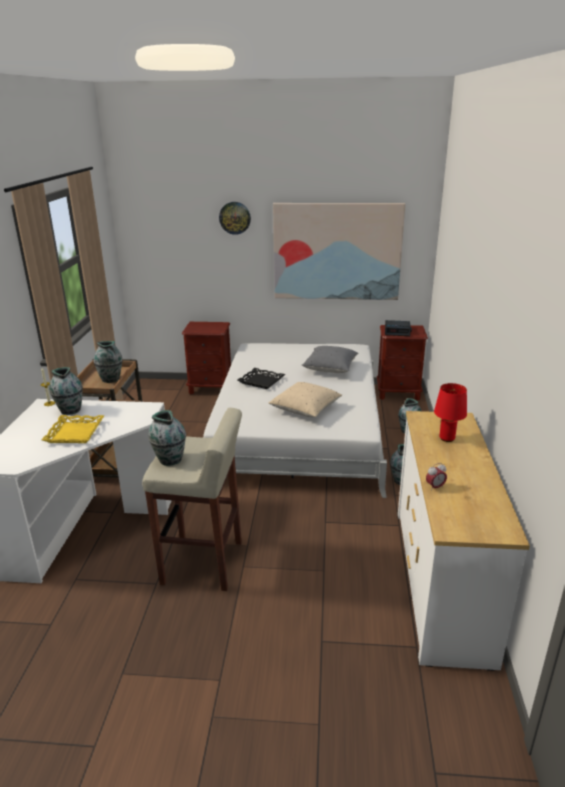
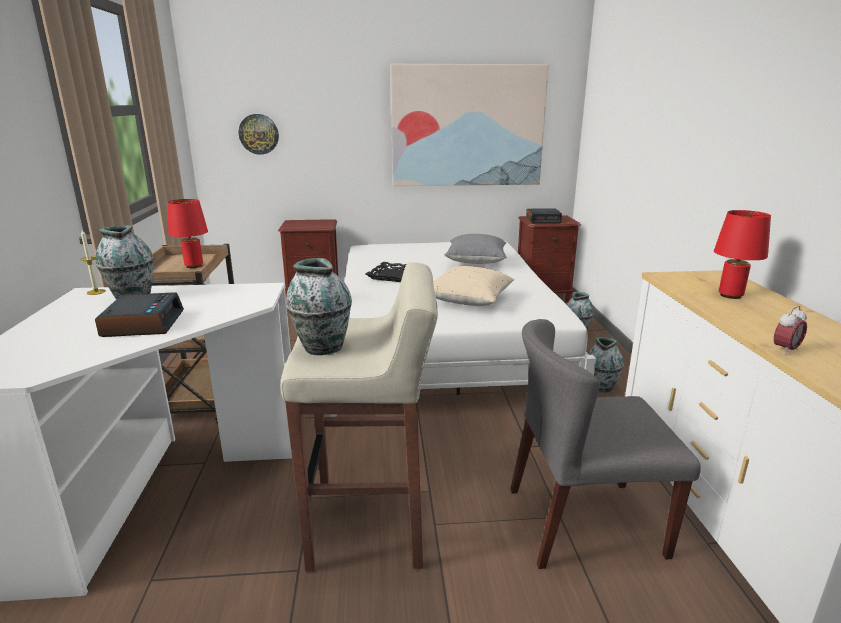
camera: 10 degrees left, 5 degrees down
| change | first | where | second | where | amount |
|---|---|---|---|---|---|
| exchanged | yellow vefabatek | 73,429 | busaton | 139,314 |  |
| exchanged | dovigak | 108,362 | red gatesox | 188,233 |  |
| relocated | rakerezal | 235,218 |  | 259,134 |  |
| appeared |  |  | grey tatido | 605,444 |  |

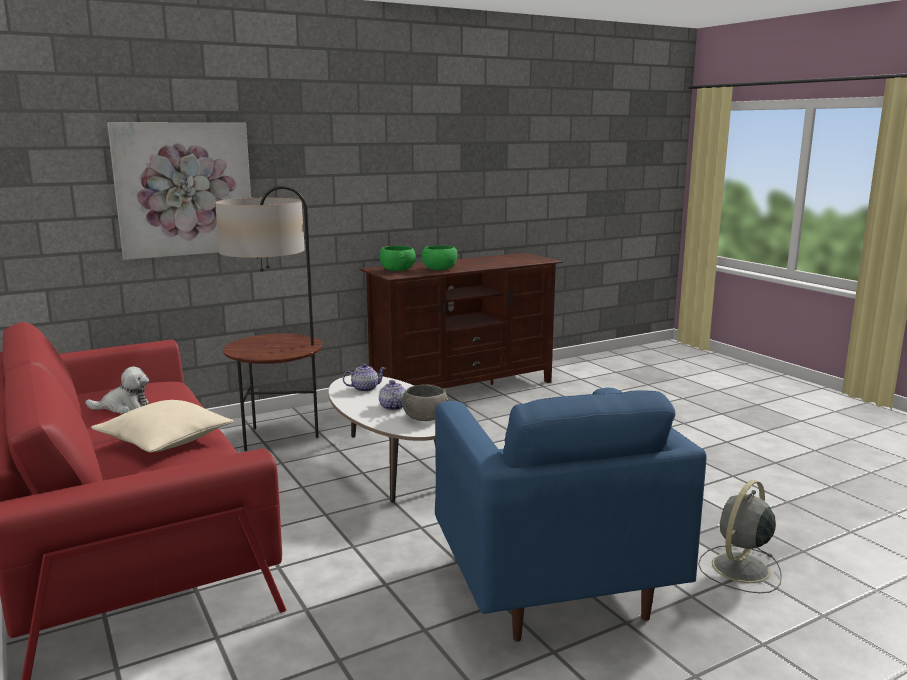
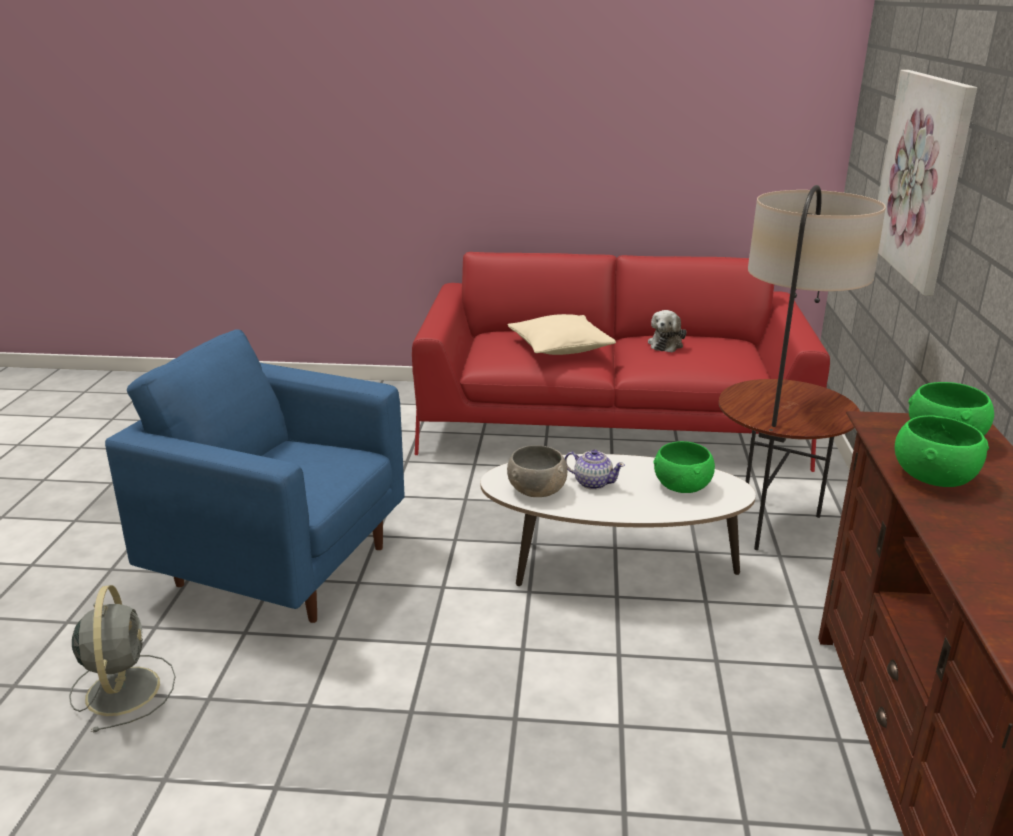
camera: 125 degrees right, 10 degrees up
| change | first | where | second | where | amount |
|---|---|---|---|---|---|
| exchanged | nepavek | 364,378 | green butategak | 684,467 |  |

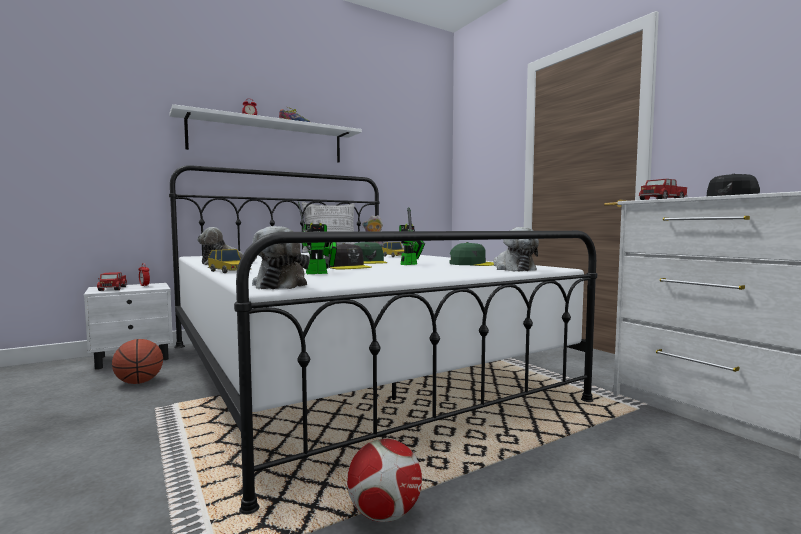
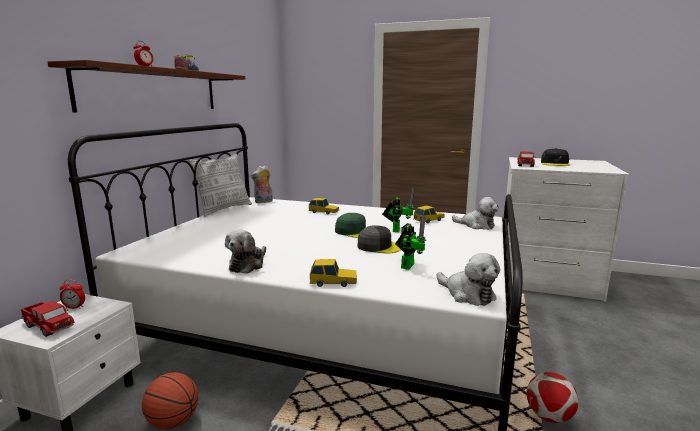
camera: 40 degrees left, 10 degrees up
| change | first | where | second | where | amount |
|---|---|---|---|---|---|
| colour | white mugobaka | 266,133 | brown mugobaka | 146,86 |  |
| exchanged | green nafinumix | 472,254 | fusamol | 429,214 |  |

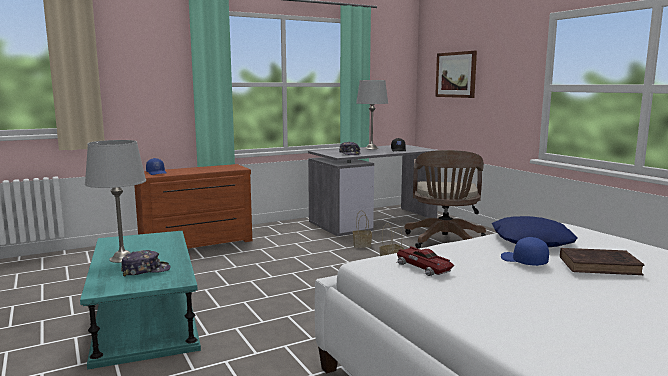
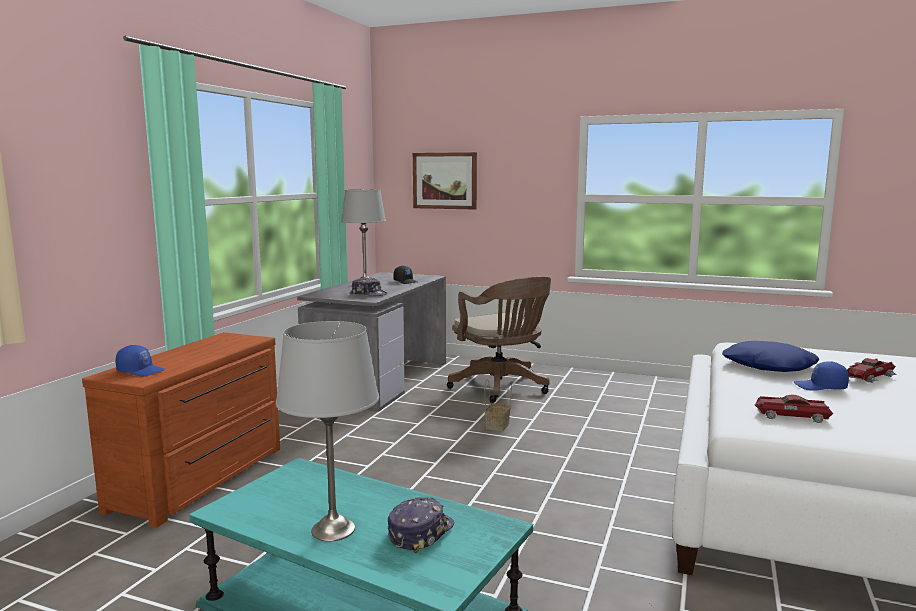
camera: 40 degrees left, 0 degrees up
| change | first | where | second | where | amount |
|---|---|---|---|---|---|
| exchanged | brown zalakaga | 602,261 | fusamol | 872,370 |  |
| missing | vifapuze | 362,229 |  |  |  |

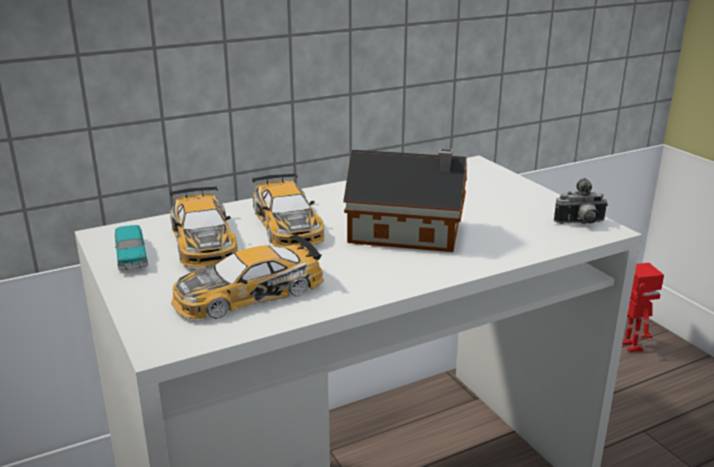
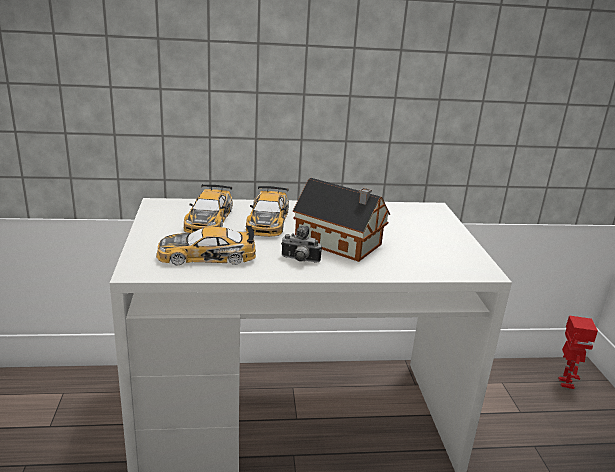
camera: 20 degrees right, 0 degrees up
| change | first | where | second | where | amount |
|---|---|---|---|---|---|
| relocated | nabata | 581,201 |  | 301,244 |  |
| missing | fusamol | 131,248 |  |  |  |

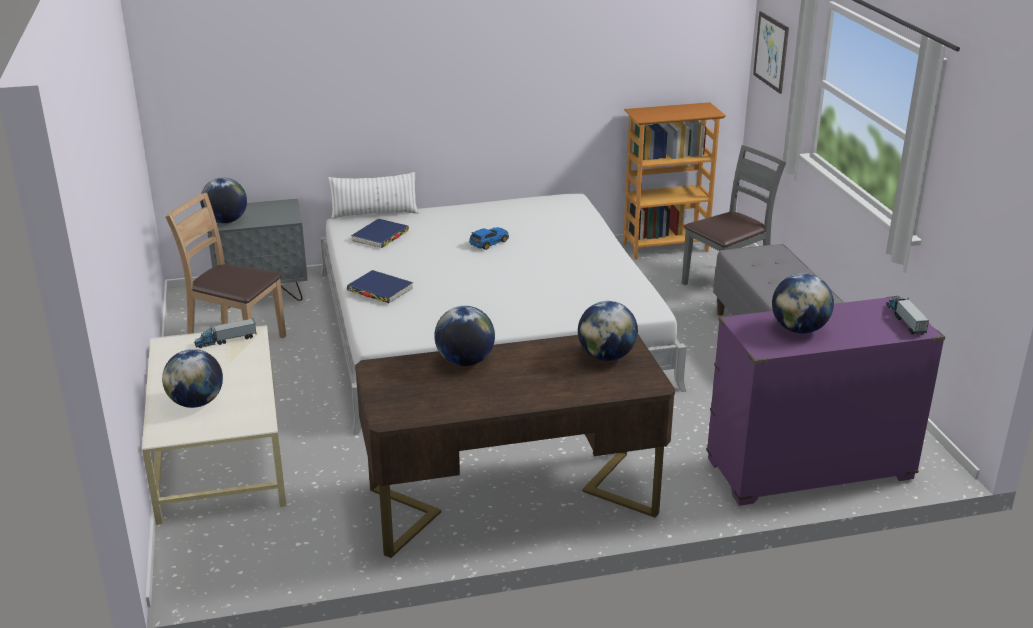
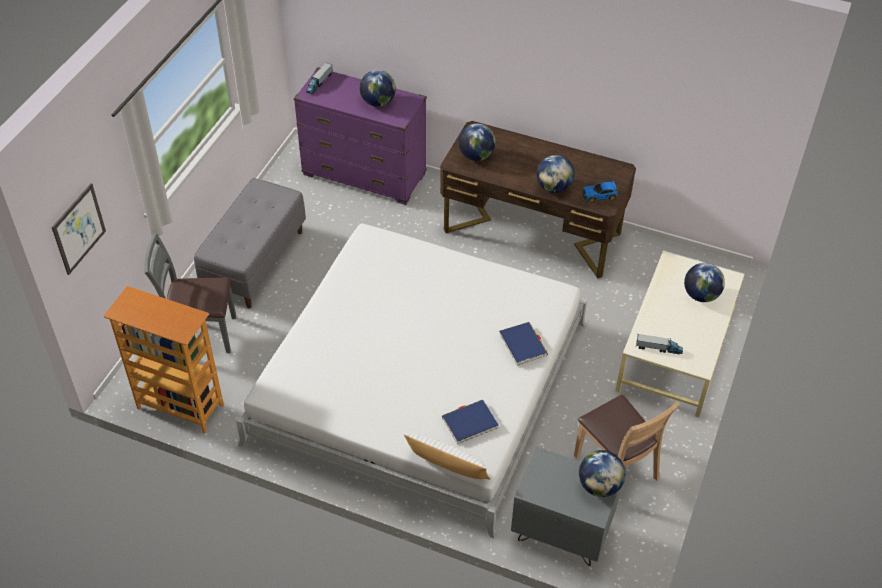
camera: 145 degrees left, 20 degrees up
| change | first | where | second | where | amount |
|---|---|---|---|---|---|
| relocated | fusamol | 489,238 |  | 600,191 |  |

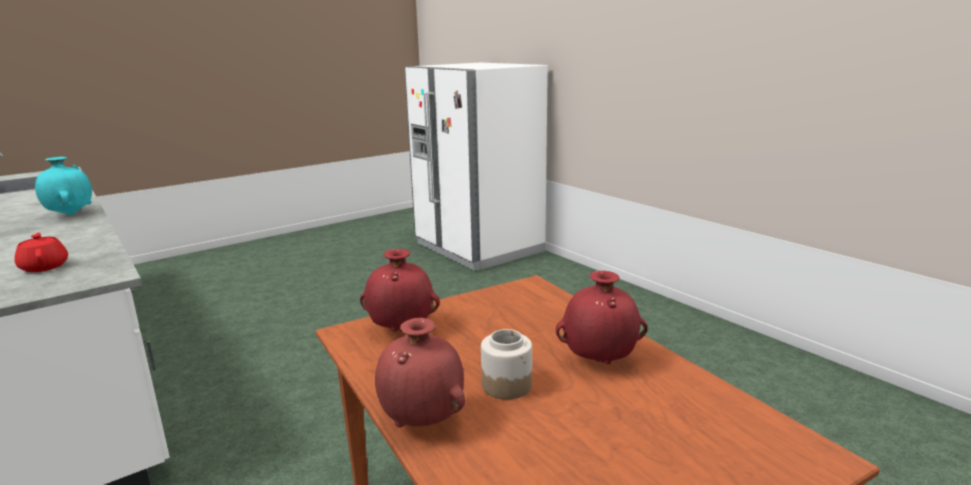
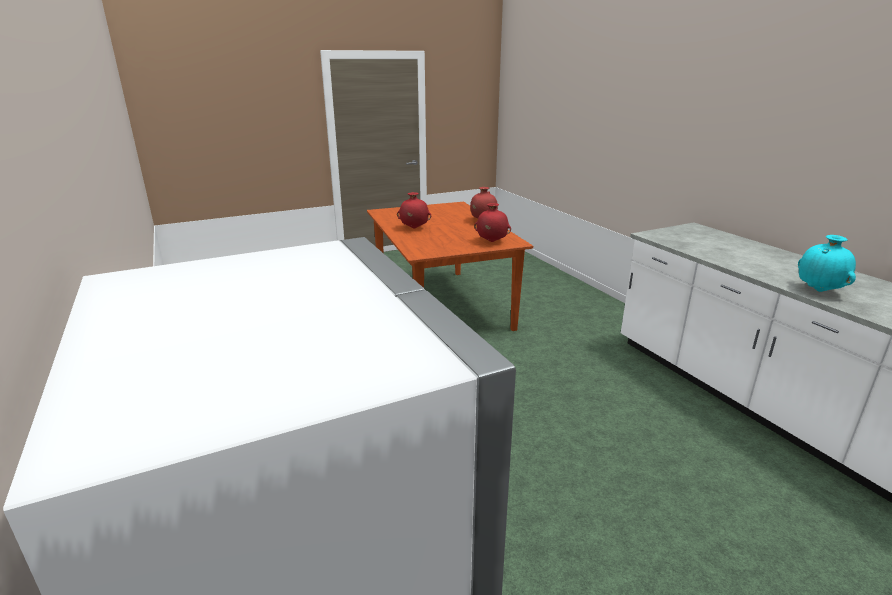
camera: 170 degrees left, 5 degrees up
| change | first | where | second | where | amount |
|---|---|---|---|---|---|
| missing | red nepavek | 41,252 |  |  |  |
| missing | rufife | 506,364 |  |  |  |

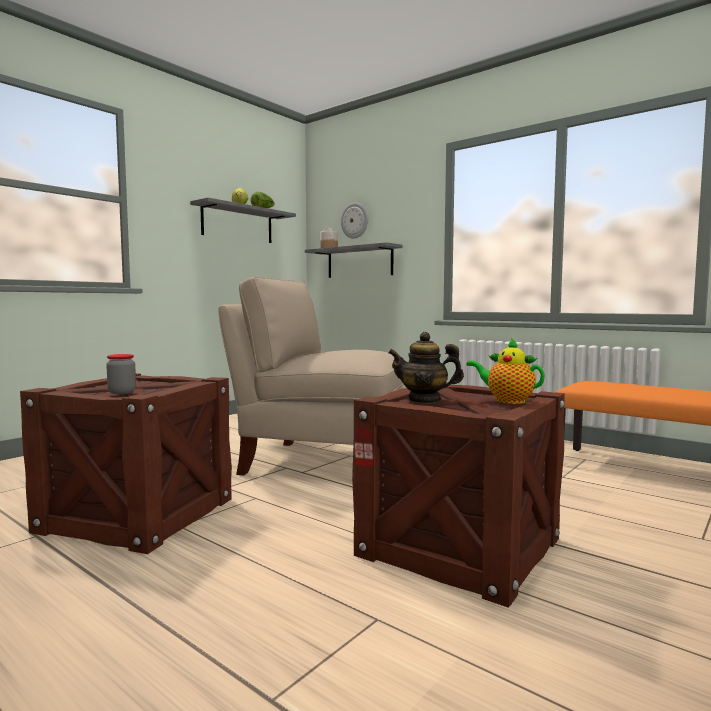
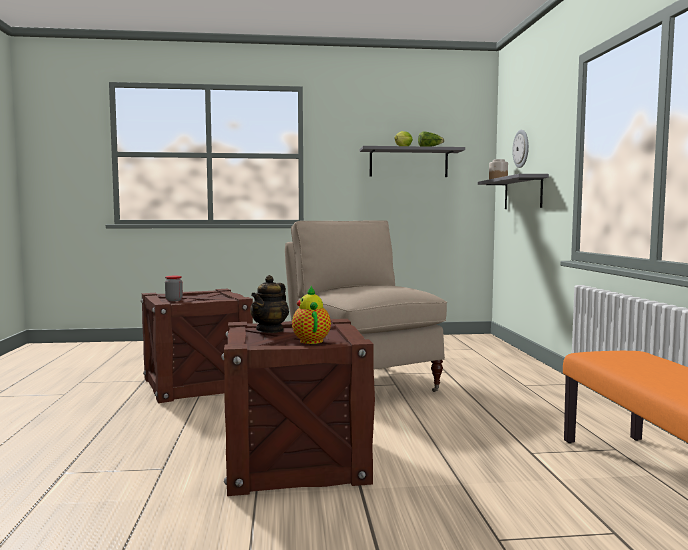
camera: 45 degrees right, 0 degrees up
| change | first | where | second | where | amount |
|---|---|---|---|---|---|
| spun | nepavek | 426,367 |  | 269,304 | 120 degrees counterclockwise |

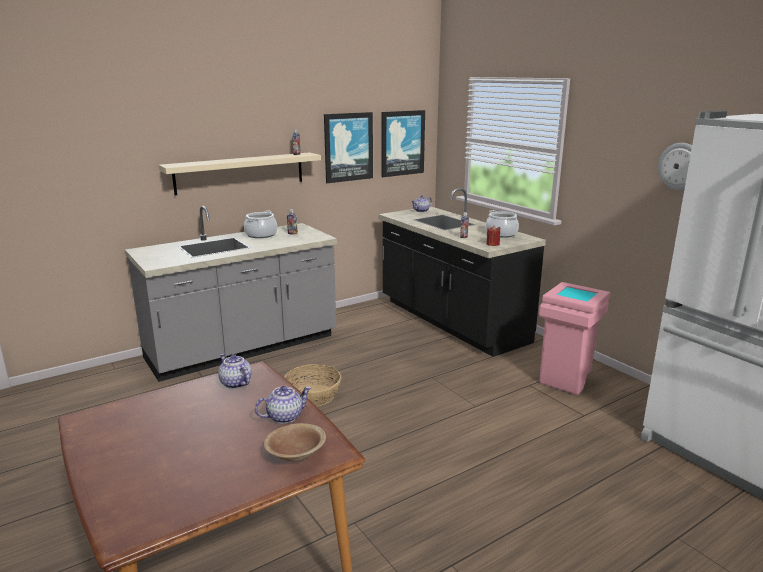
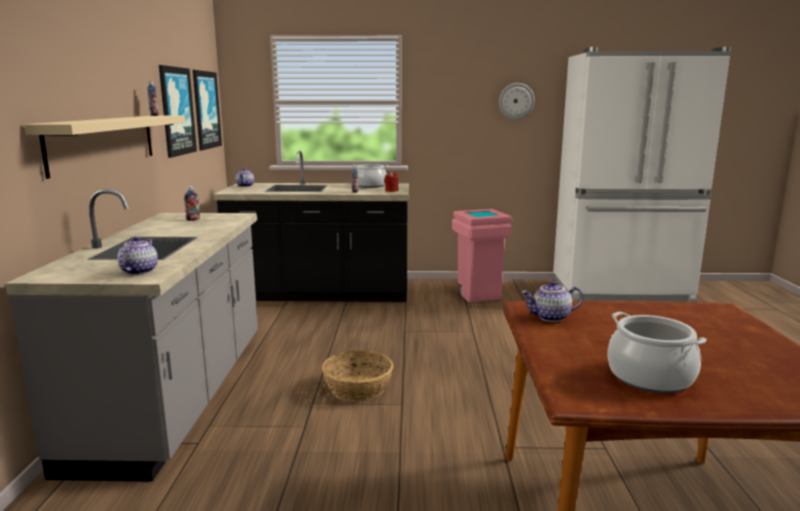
camera: 55 degrees left, 5 degrees down
| change | first | where | second | where | amount |
|---|---|---|---|---|---|
| relocated | nepavek | 283,405 |  | 137,255 |  |
| relocated | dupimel | 260,224 |  | 657,352 |  |
| missing | brown butategak | 295,442 |  |  |  |

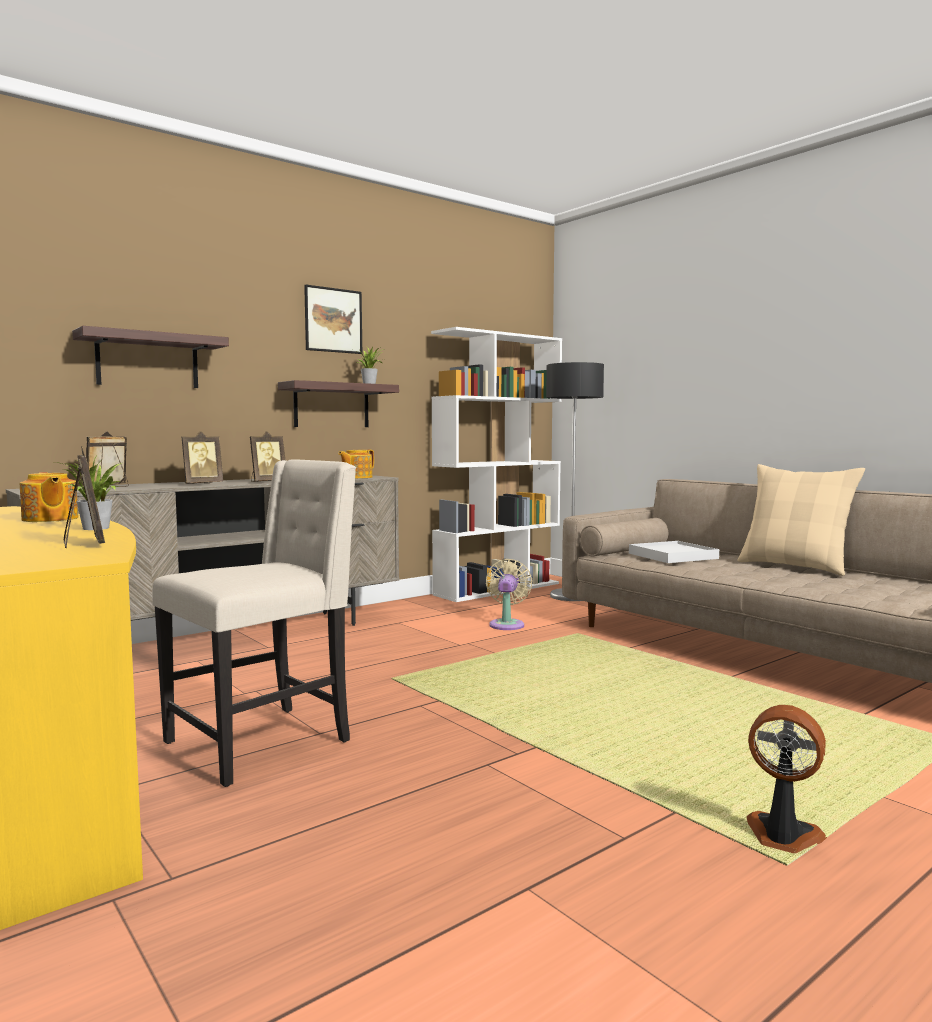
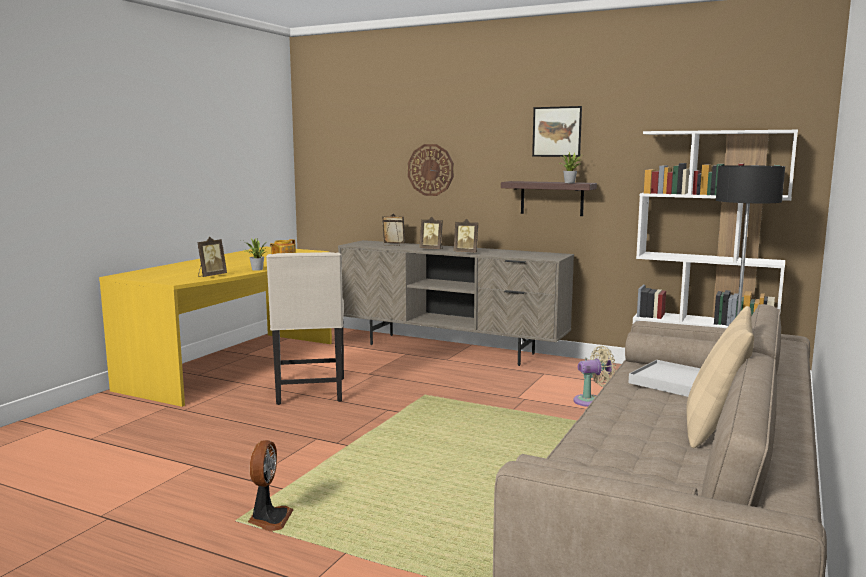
camera: 65 degrees right, 5 degrees up
| change | first | where | second | where | amount |
|---|---|---|---|---|---|
| spun | beige tatido | 254,623 |  | 305,328 | 60 degrees clockwise |
| exchanged | mugobaka | 150,357 | rakerezal | 431,170 |  |
| missing | nepavek | 356,464 |  |  |  |

